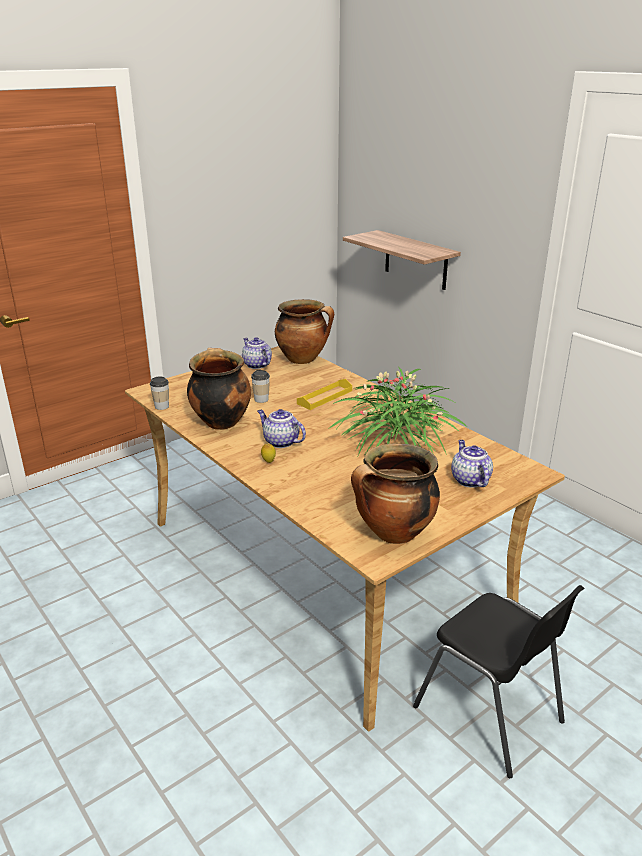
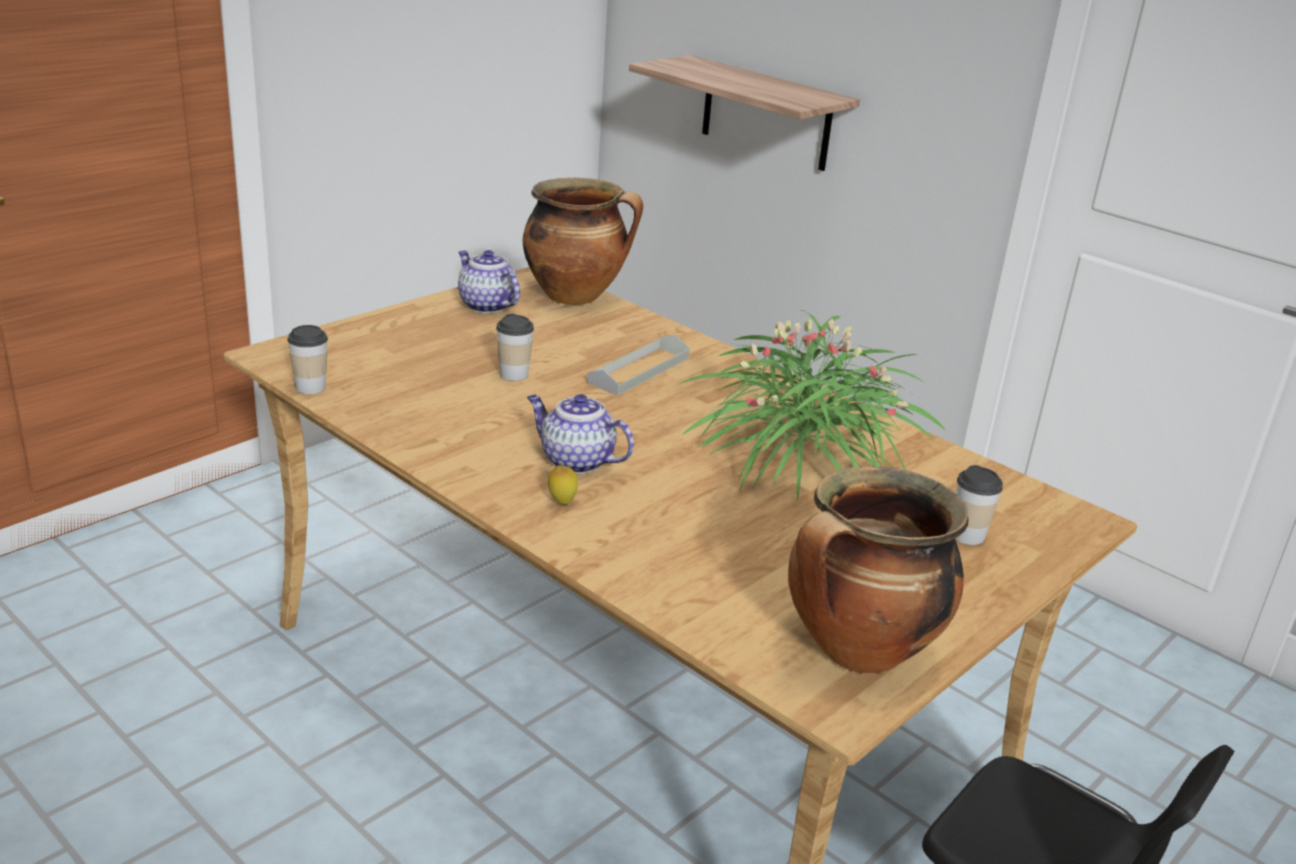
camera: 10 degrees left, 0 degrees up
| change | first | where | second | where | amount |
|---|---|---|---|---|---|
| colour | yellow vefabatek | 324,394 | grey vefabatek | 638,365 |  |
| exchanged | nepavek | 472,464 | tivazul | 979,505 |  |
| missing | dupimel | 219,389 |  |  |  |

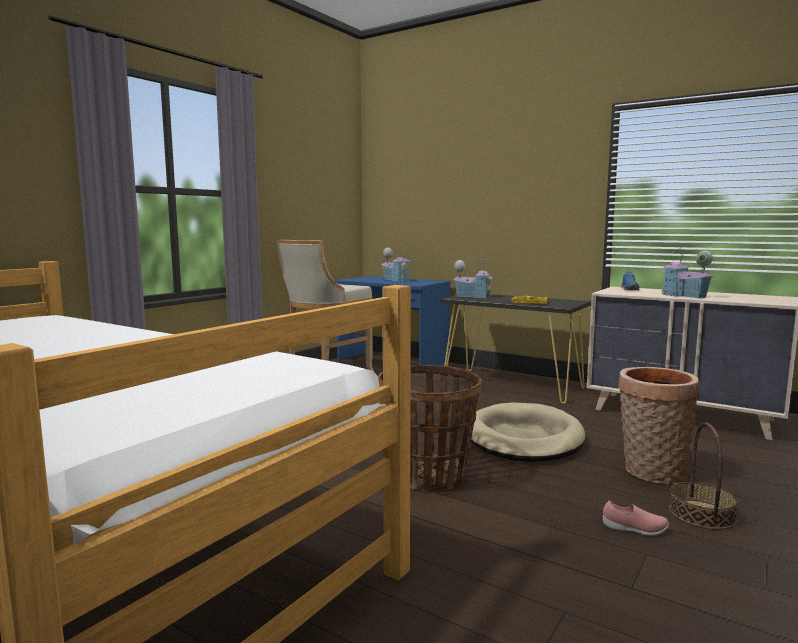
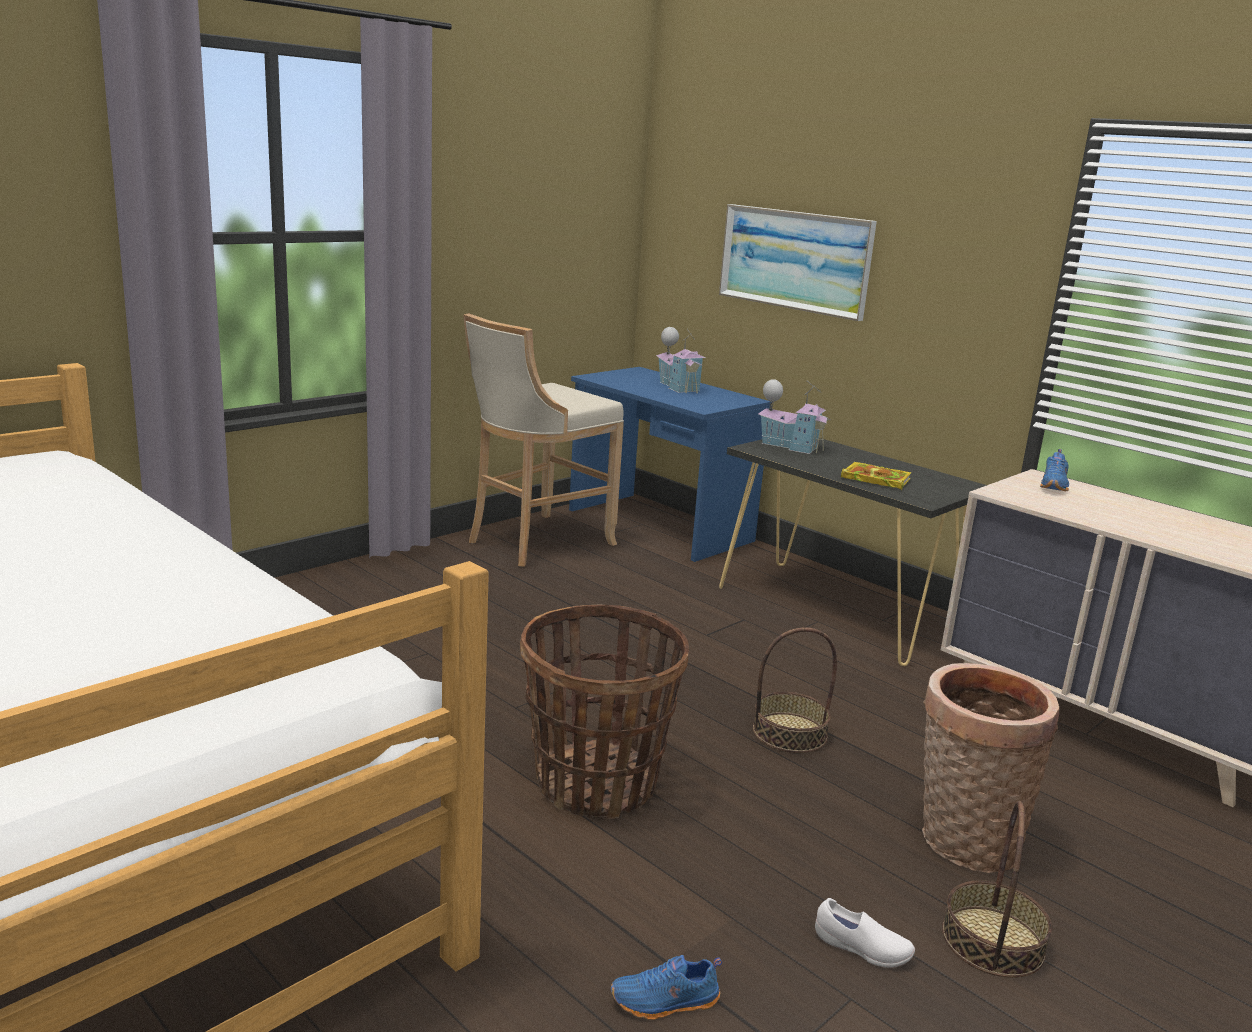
camera: 10 degrees right, 10 degrees up
| change | first | where | second | where | amount |
|---|---|---|---|---|---|
| appeared |  |  | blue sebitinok | 666,987 |  |
| appeared |  |  | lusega | 798,262 |  |
| exchanged | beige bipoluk | 527,432 | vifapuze | 795,690 |  |
| colour | pink sebitinok | 636,518 | white sebitinok | 865,933 |  |
| missing | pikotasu | 687,272 |  |  |  |

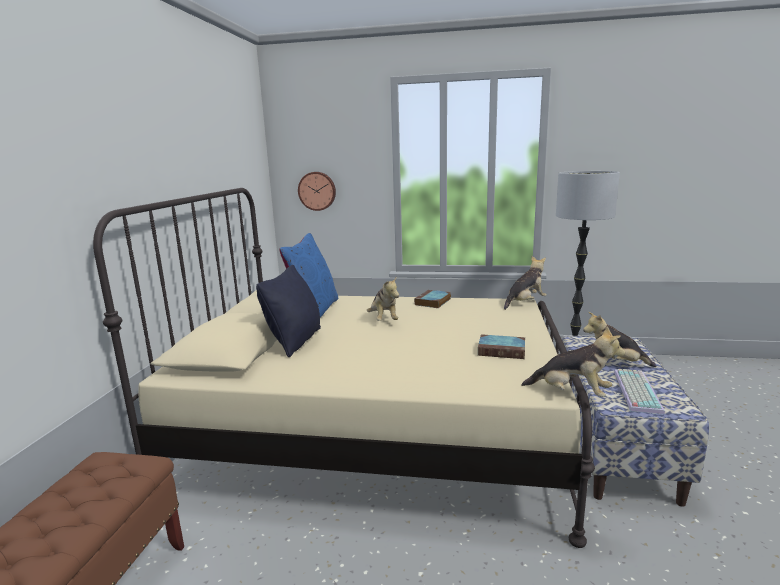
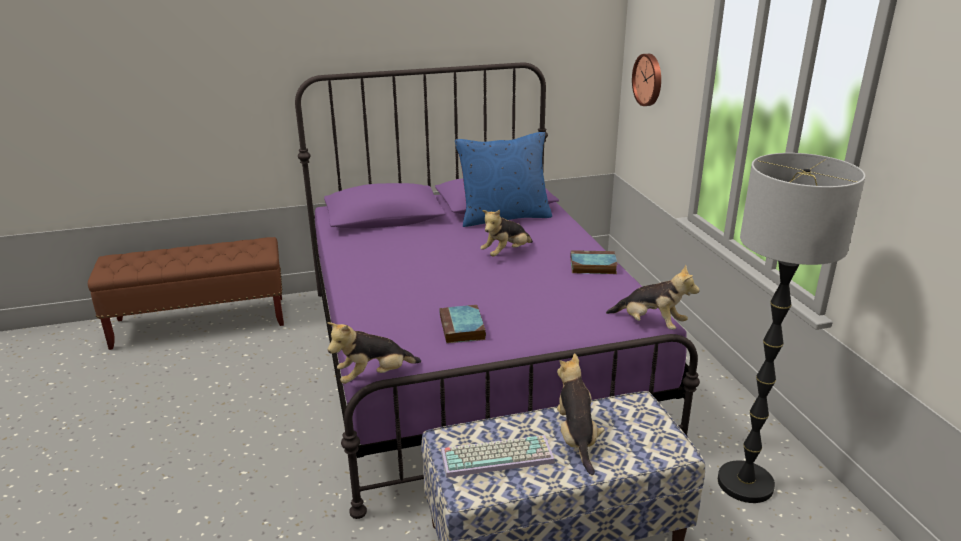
camera: 65 degrees right, 10 degrees up
| change | first | where | second | where | amount |
|---|---|---|---|---|---|
| colour | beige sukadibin | 344,368 | purple sukadibin | 497,290 |  |
| spun | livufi | 573,361 |  | 374,353 | 60 degrees clockwise |
| missing | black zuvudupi | 288,311 |  |  |  |

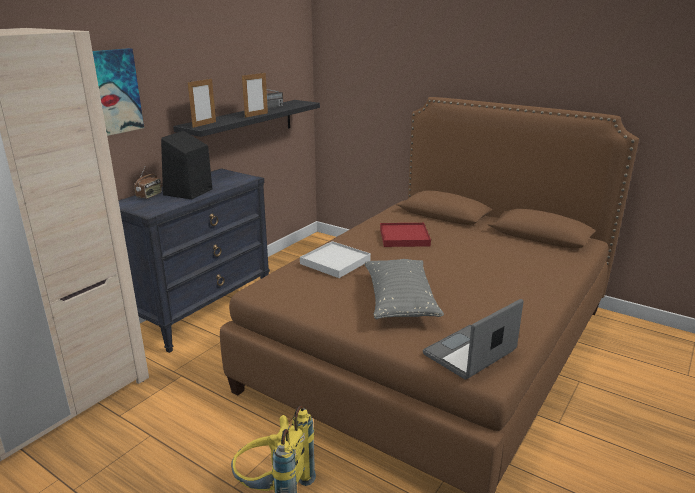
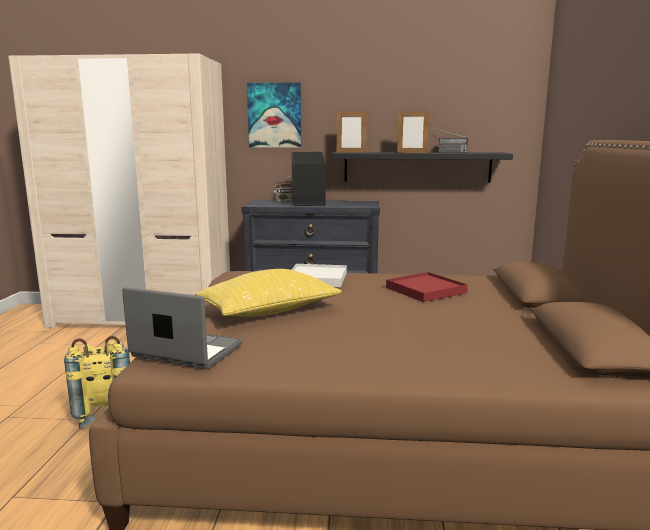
camera: 60 degrees right, 10 degrees down
| change | first | where | second | where | amount |
|---|---|---|---|---|---|
| colour | grey zuvudupi | 404,289 | yellow zuvudupi | 268,293 |  |

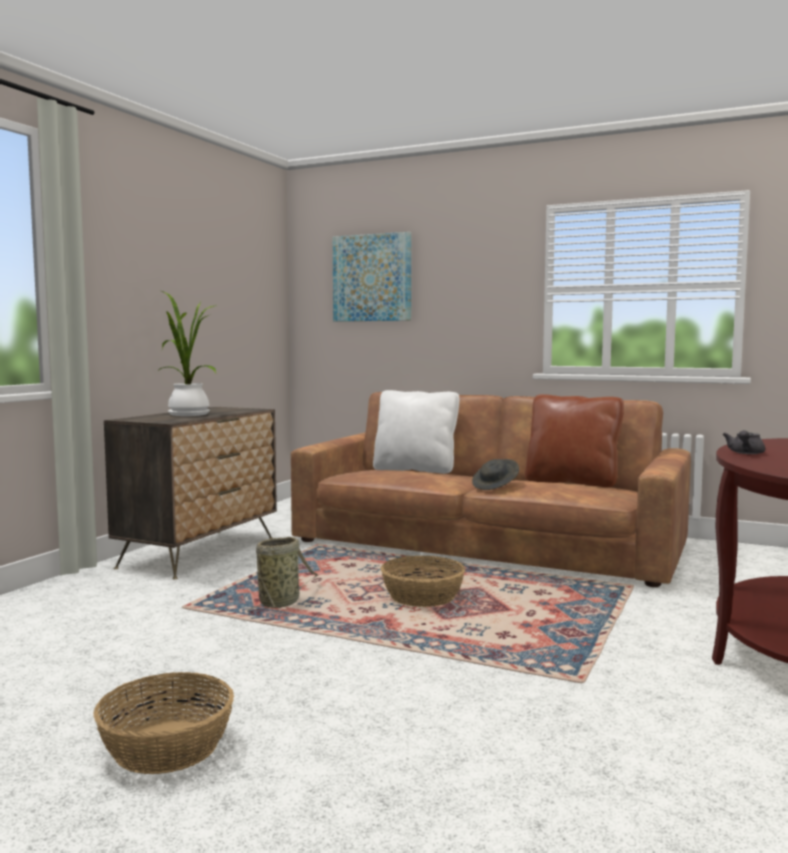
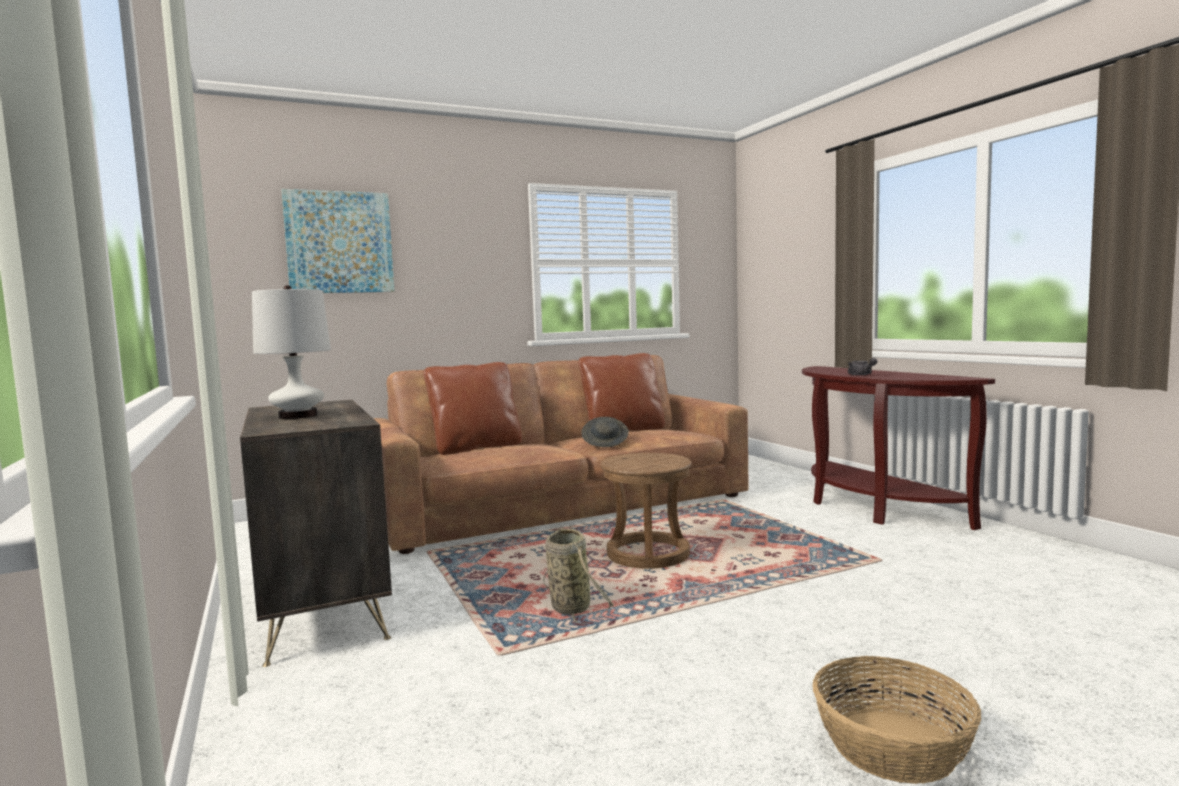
camera: 50 degrees left, 0 degrees up
| change | first | where | second | where | amount |
|---|---|---|---|---|---|
| exchanged | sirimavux | 187,353 | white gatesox | 291,352 |  |
| colour | white zuvudupi | 416,432 | brown zuvudupi | 473,408 |  |
| exchanged | vifapuze | 423,581 | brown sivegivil | 646,511 |  |

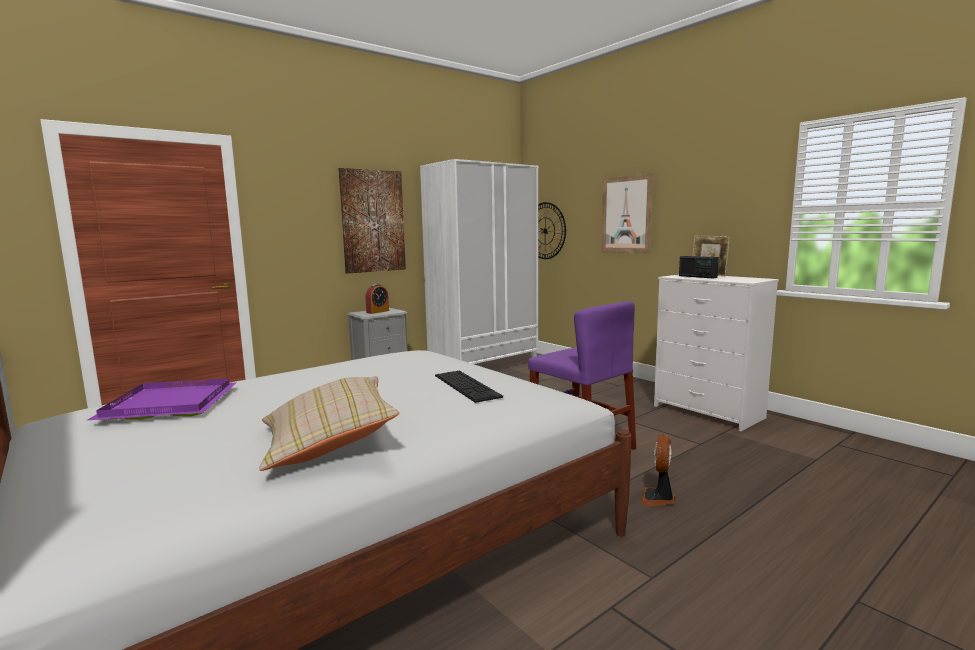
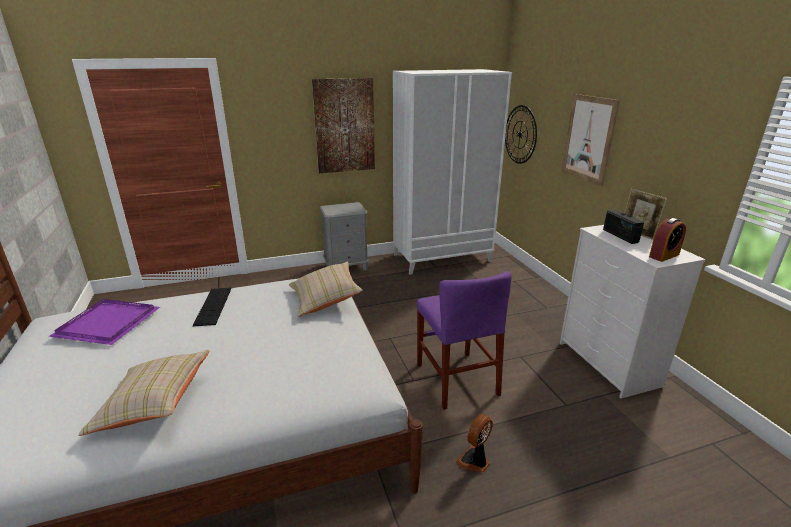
camera: 20 degrees right, 15 degrees up
| change | first | where | second | where | amount |
|---|---|---|---|---|---|
| relocated | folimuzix | 469,386 |  | 212,307 |  |
| appeared |  |  | beige zuvudupi | 326,289 |  |
| relocated | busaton | 377,299 |  | 667,240 |  |

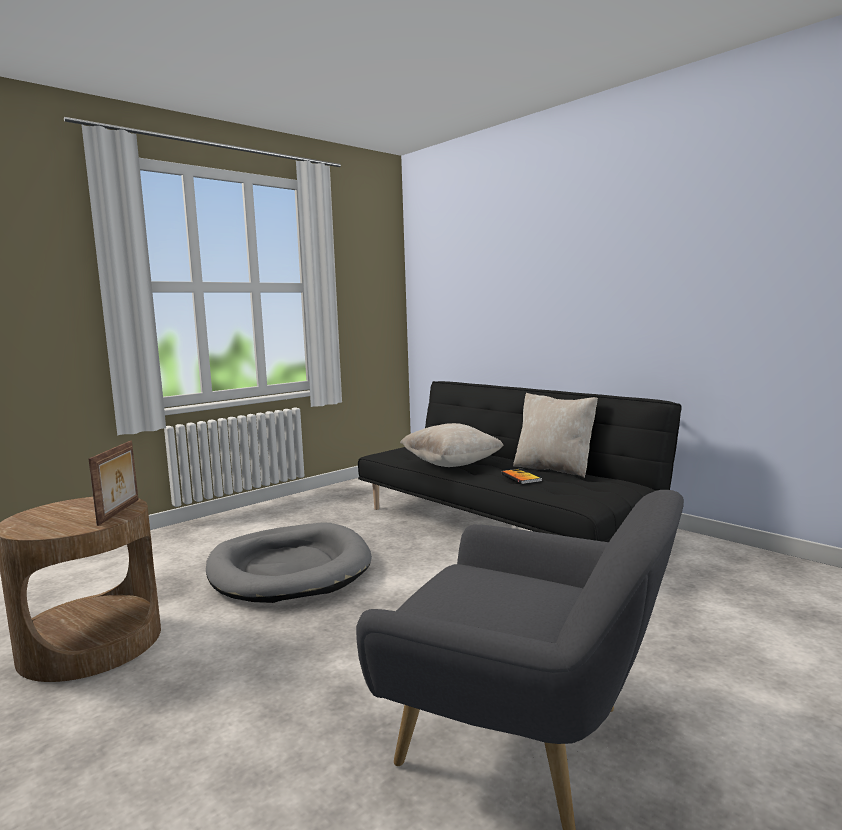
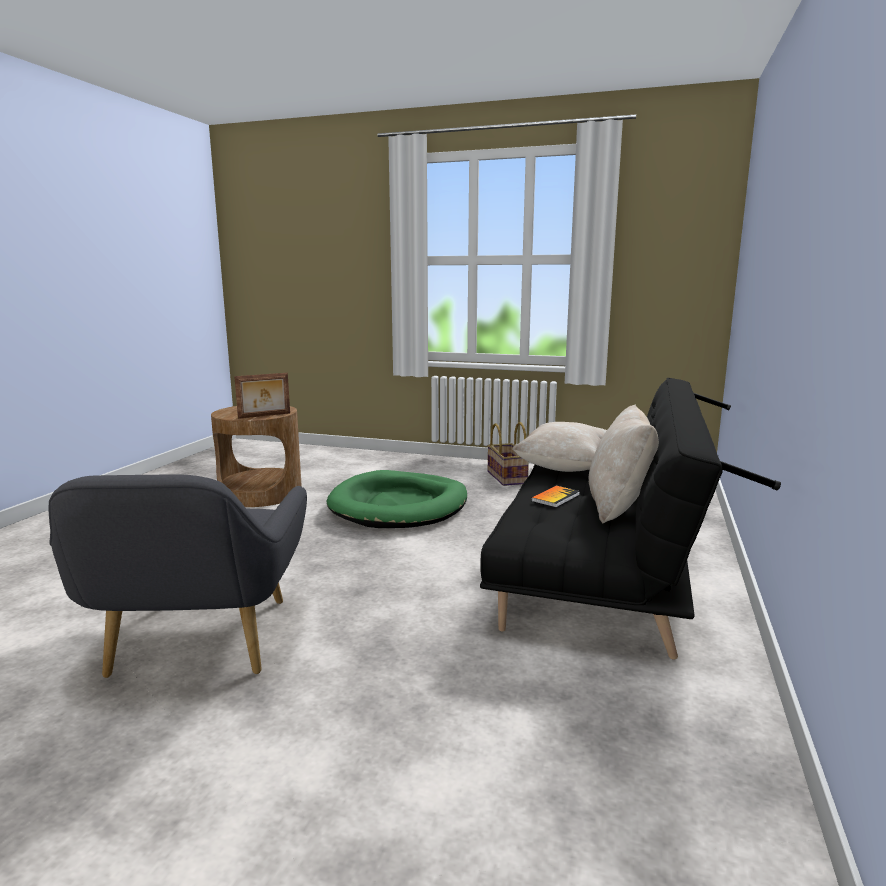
camera: 60 degrees right, 5 degrees up
| change | first | where | second | where | amount |
|---|---|---|---|---|---|
| colour | grey bipoluk | 289,562 | green bipoluk | 397,499 |  |
| appeared |  |  | vifapuze | 508,454 |  |

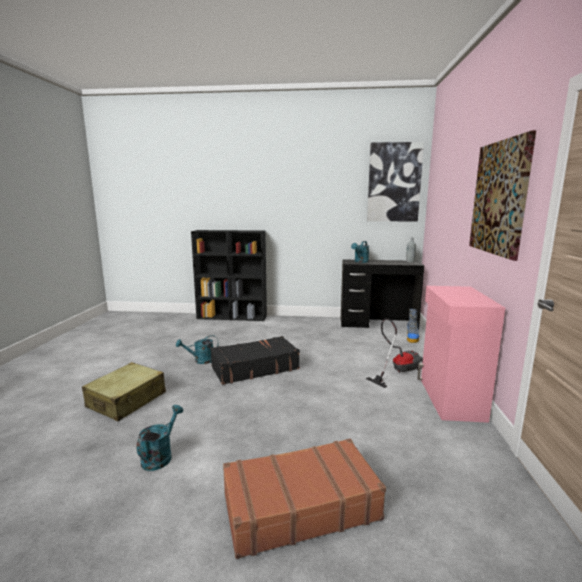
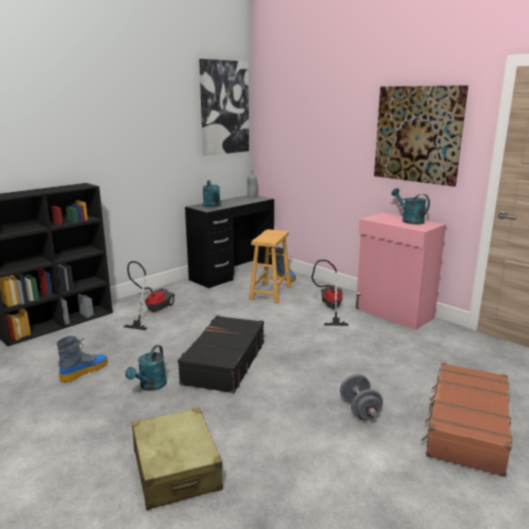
camera: 50 degrees left, 5 degrees up
| change | first | where | second | where | amount |
|---|---|---|---|---|---|
| appeared |  |  | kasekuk | 82,359 |  |
| appeared |  |  | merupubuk | 149,295 |  |
| appeared |  |  | brown sivegivil | 270,266 |  |
| appeared |  |  | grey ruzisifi | 361,397 |  |
| relocated | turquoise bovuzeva | 160,438 |  | 410,206 |  |

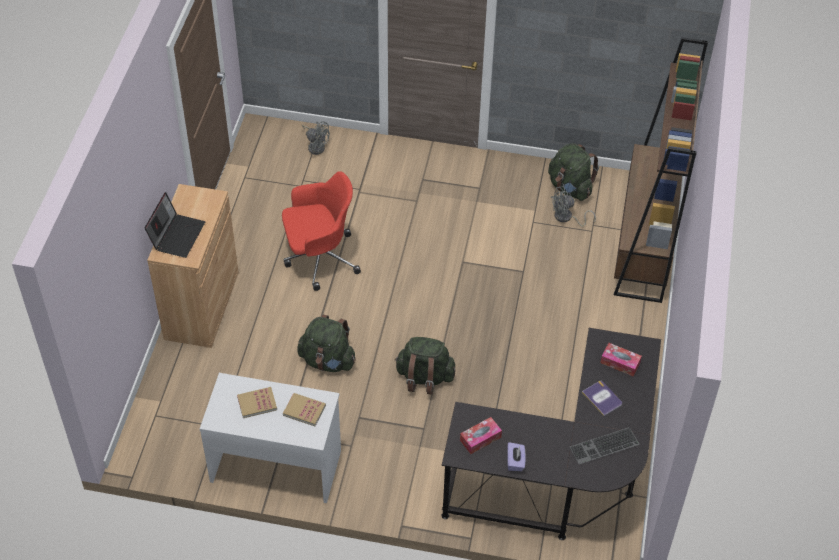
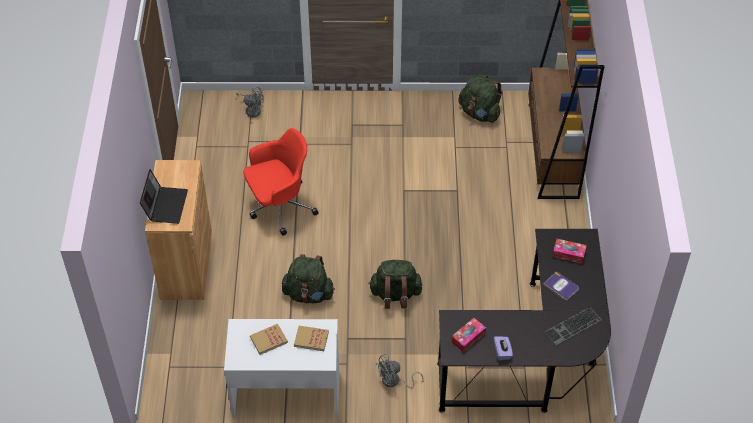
camera: 10 degrees left, 0 degrees up
| change | first | where | second | where | amount |
|---|---|---|---|---|---|
| relocated | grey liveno | 573,206 |  | 400,371 |  |

